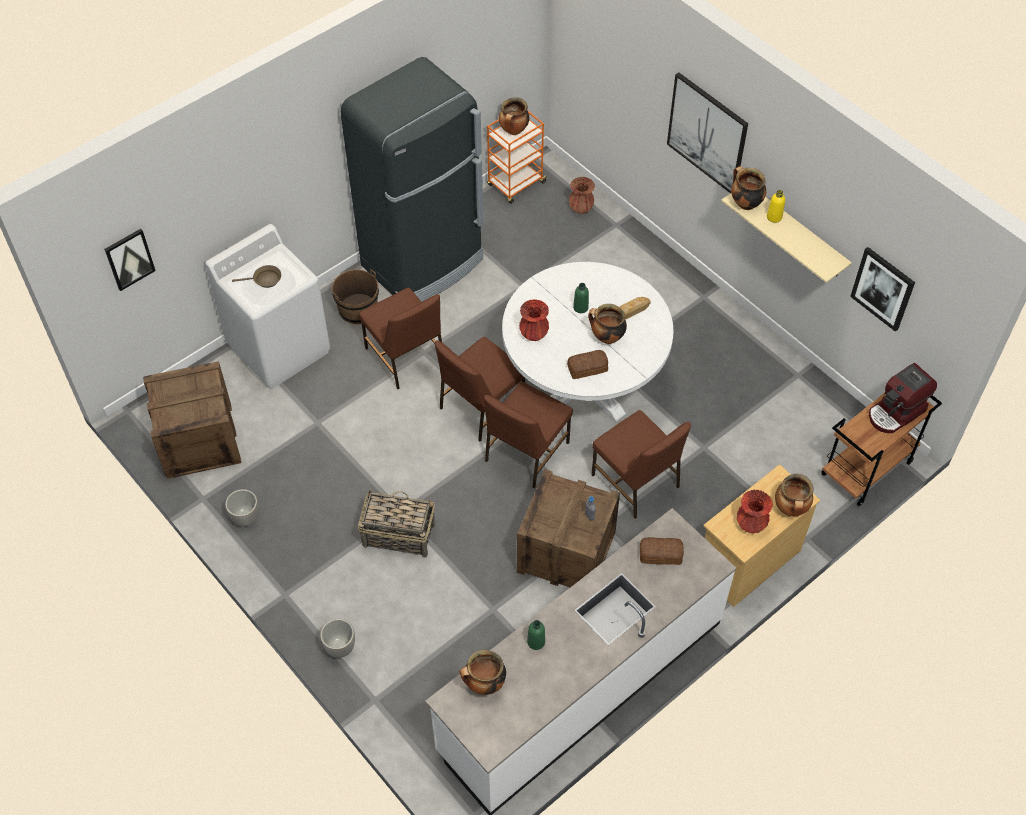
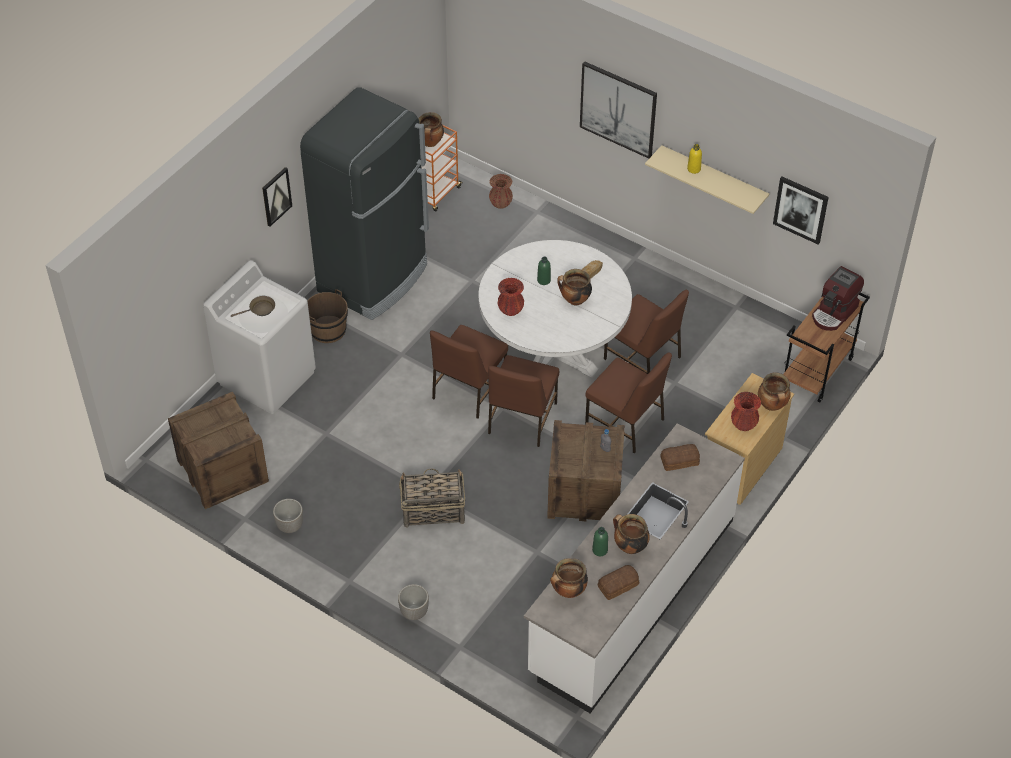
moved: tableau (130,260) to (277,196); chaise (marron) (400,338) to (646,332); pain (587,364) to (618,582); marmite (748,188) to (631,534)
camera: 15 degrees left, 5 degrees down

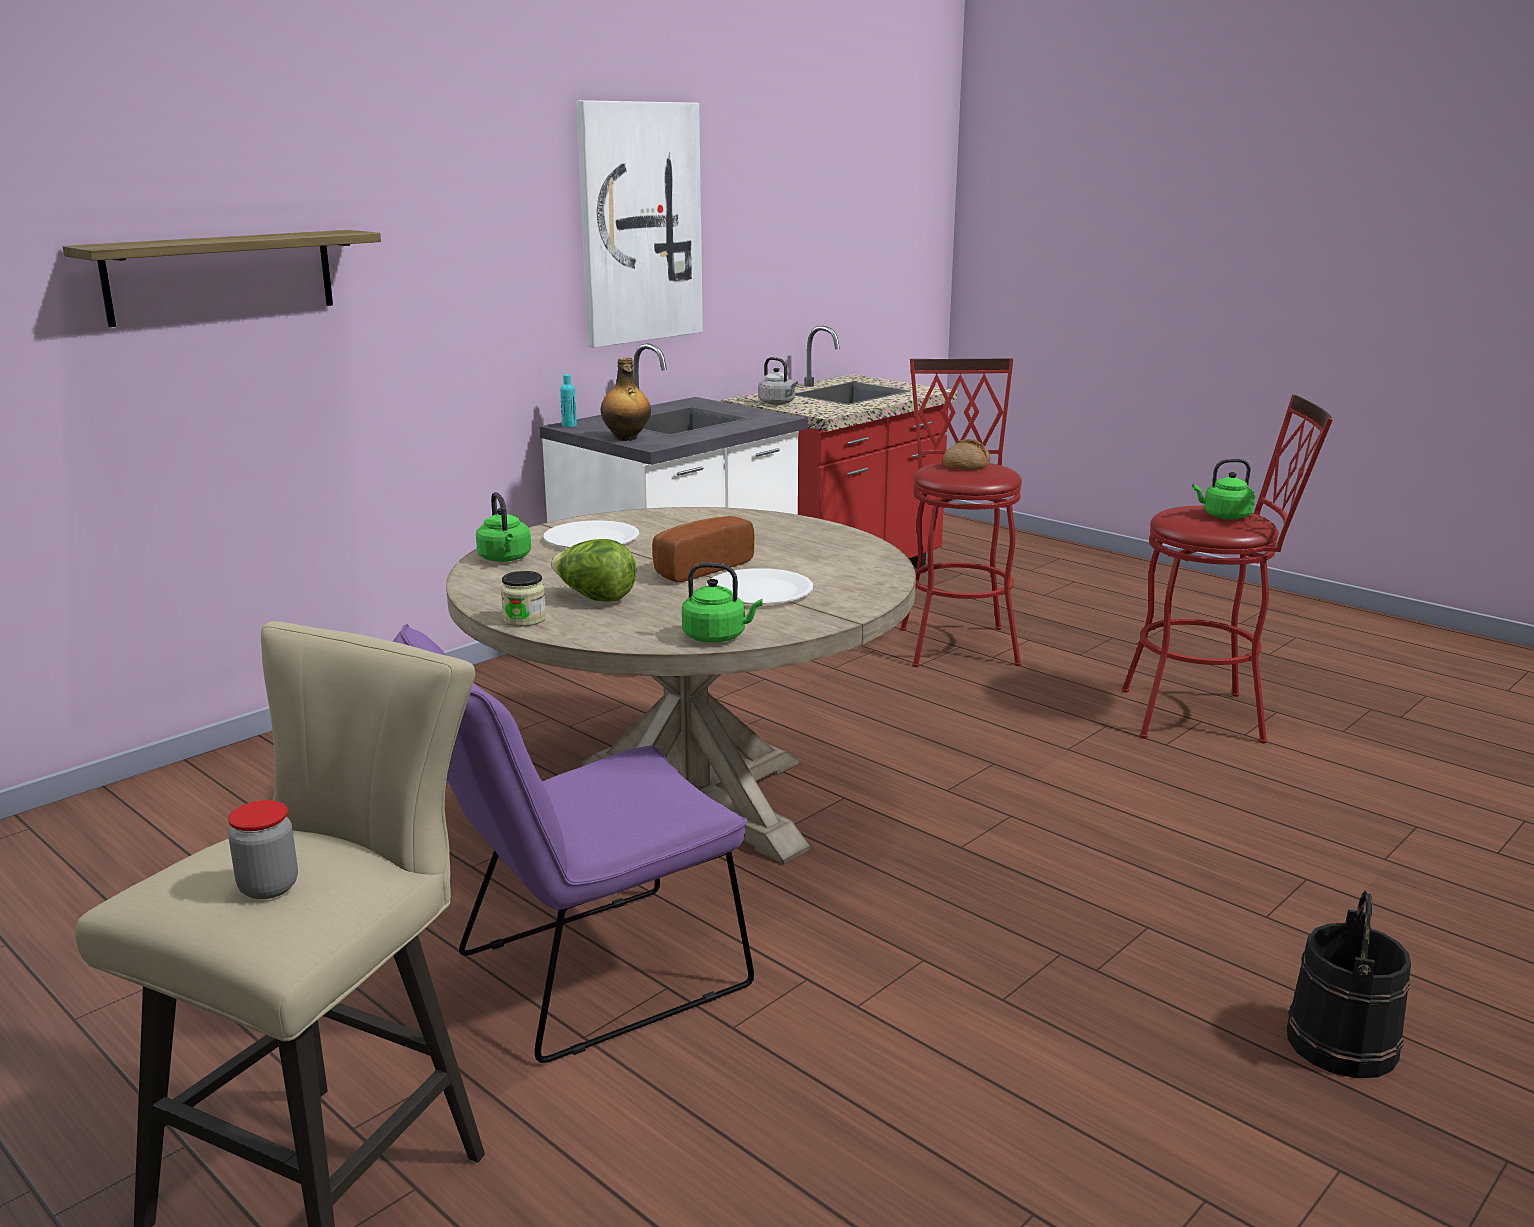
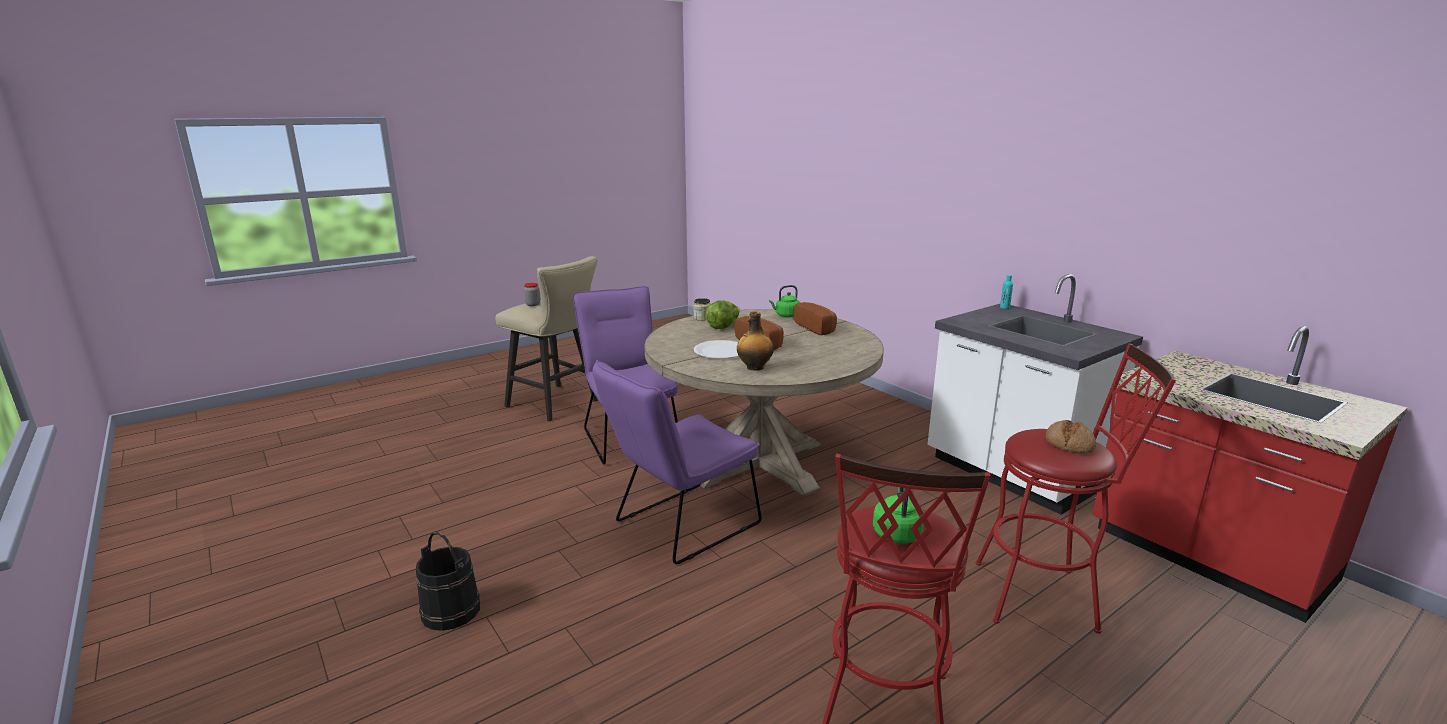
removed: étagère (222,278); tableau (640,224); bouilloire (vert) (722,602); bouilloire (gris) (778,381)
added: chaise (violet) (676,462)
moved: bouteille (626,399) to (755,341)
replaced: assiette (blanc) (591,534) to pain (815,318)
camera: 100 degrees right, 0 degrees up

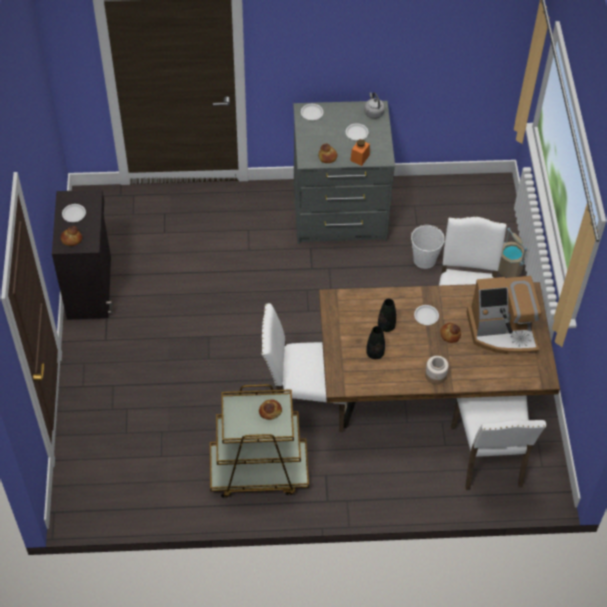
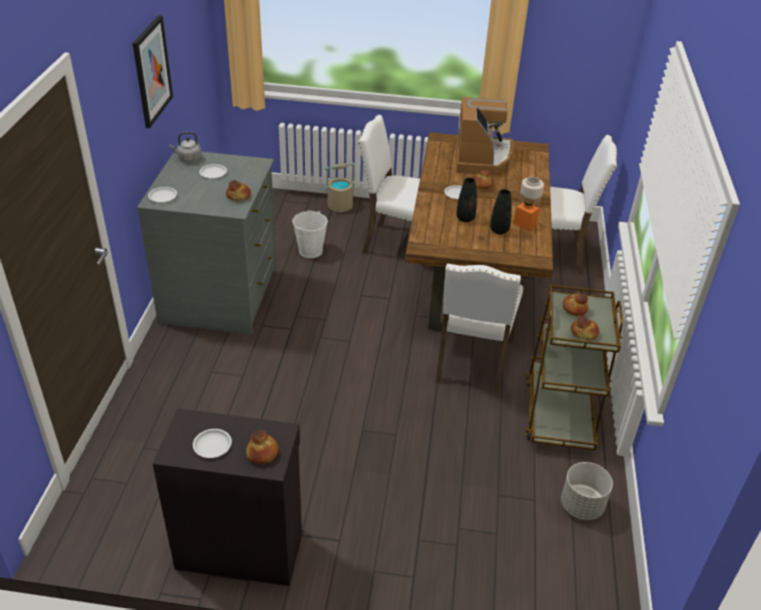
added: tableau (153,71); cache-pot (gris) (587,491); pain (585,328)
moved: bocal (orange) (360,152) to (526,215)
camera: 80 degrees left, 15 degrees down

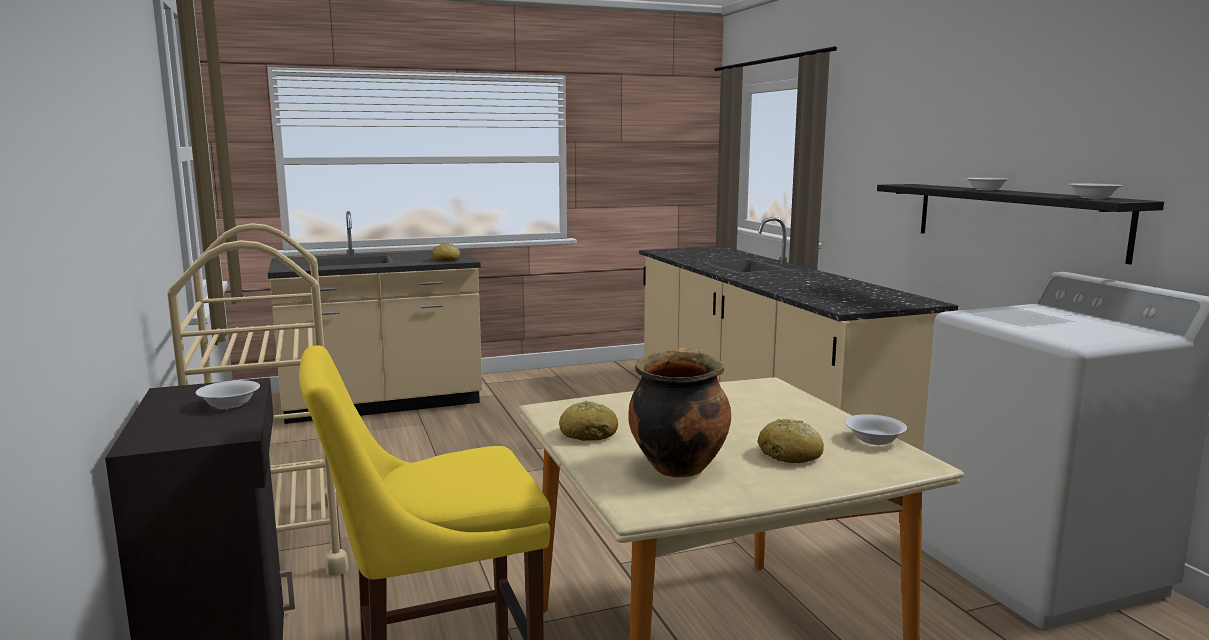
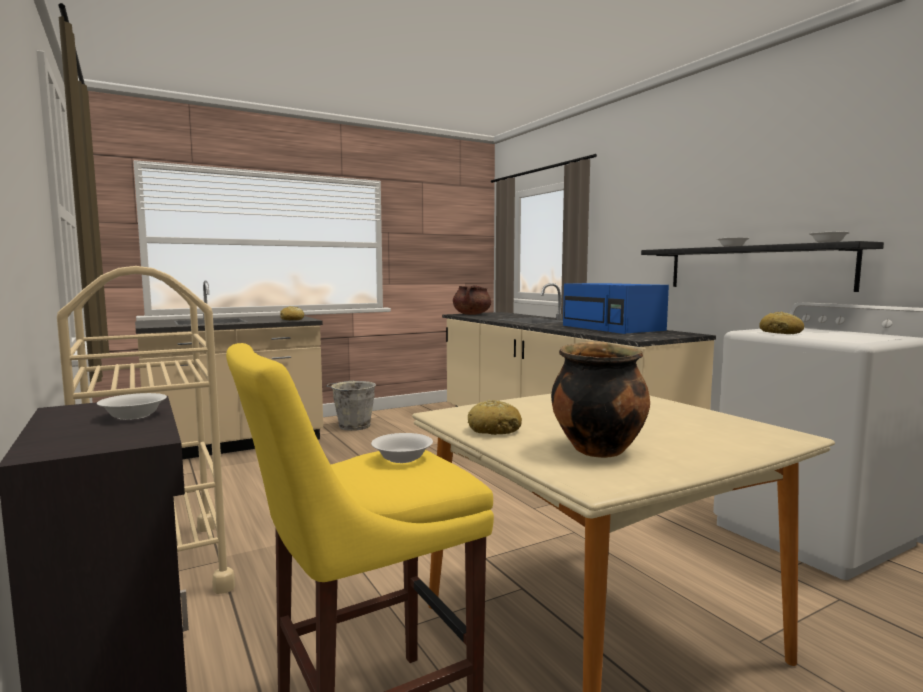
added: seau (gris) (351,406); marmite (marron) (472,300); micro-ondes (bleu) (616,308)
moved: pain (790,441) to (781,323); bol (blanc) (876,429) to (402,448)
camera: 10 degrees left, 5 degrees down

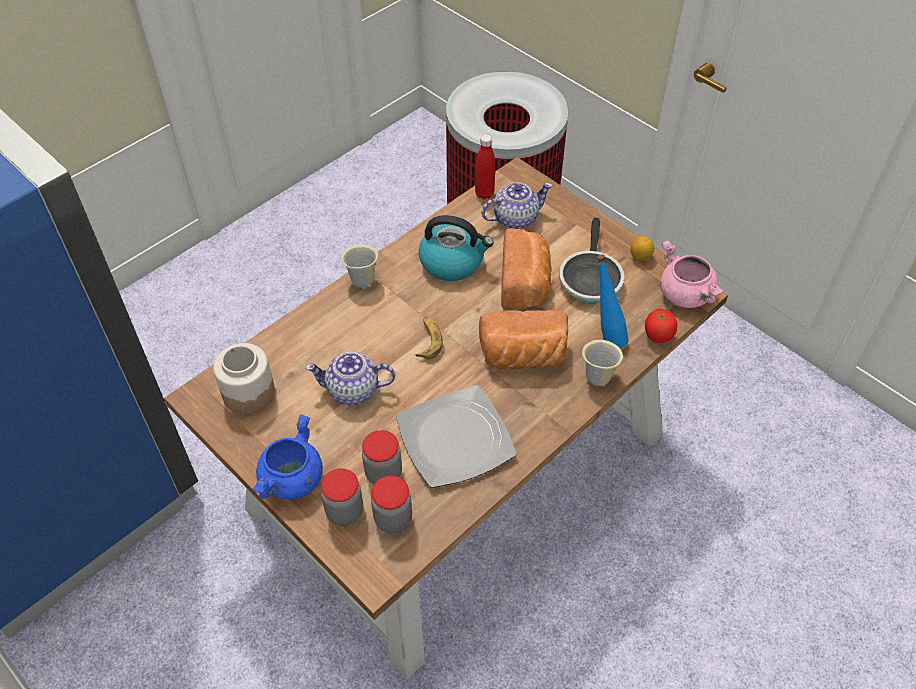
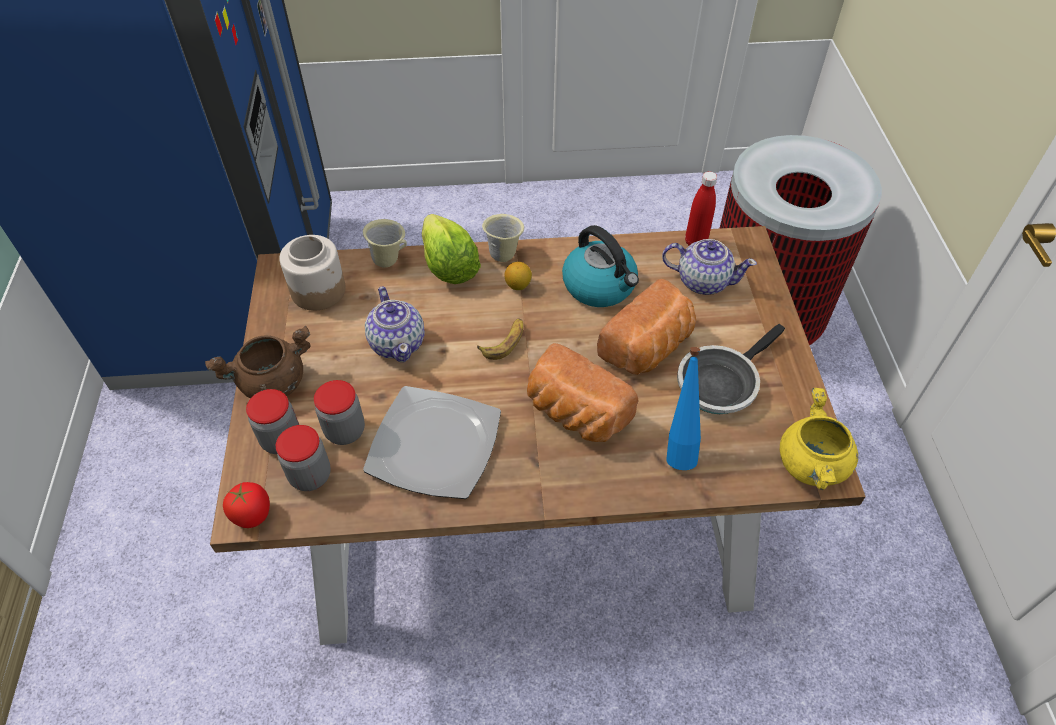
added: laitue (451,249)
moved: mug (beige) (602,363) to (385,243); citron (642,248) to (518,276); tomate (661,326) to (246,505)
recoloured: marmite (bleu) (287,456) to marmite (marron) (258,361); marmite (rose) (692,274) to marmite (jaune) (819,439)
turned: théière (350,378) = (395,324) 150 degrees counterclockwise
camera: 40 degrees right, 0 degrees up

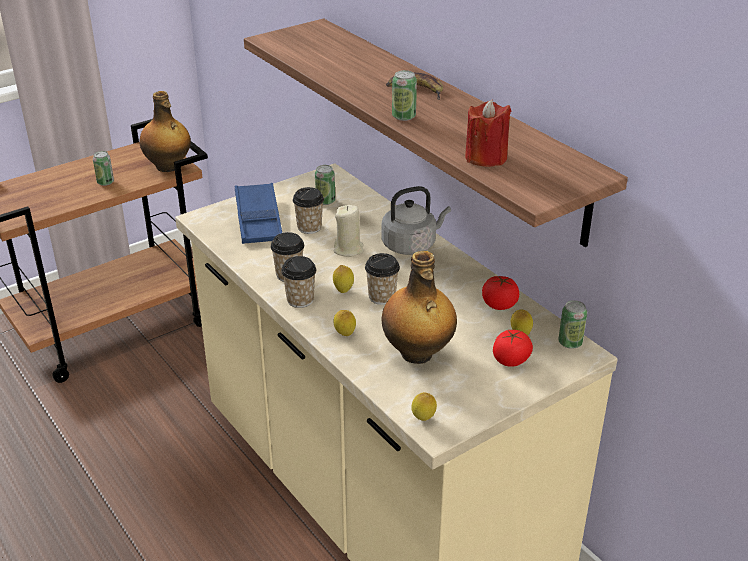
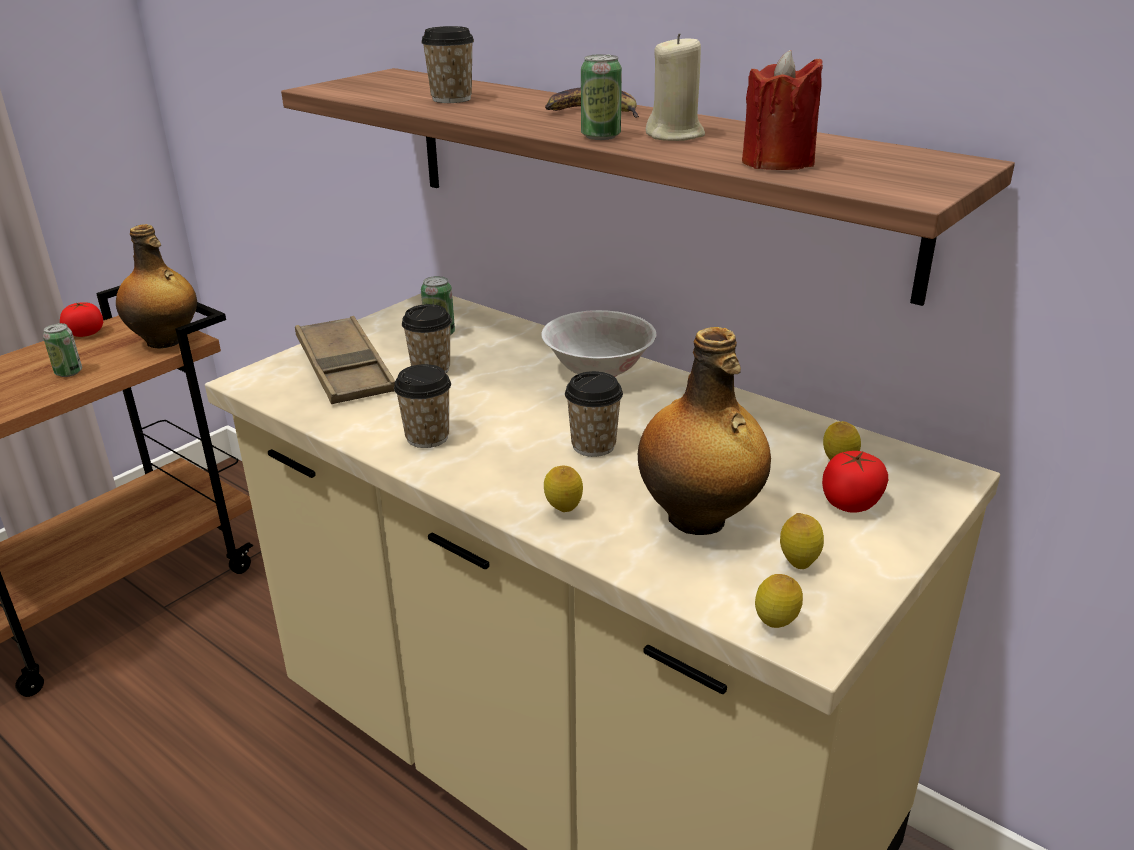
removed: boîte métallique (572,324)
moved: tasse (298,282) to (447,64); citron (343,279) to (802,541); bougie (beige) (349,231) to (675,87); tomate (500,293) to (81,319)
replaced: bouilloire (gris) (416,220) to bol (blanc) (598,343)
recoloured: plateau (bleu) (258,213) to plateau (marron) (345,360)
camera: 15 degrees left, 5 degrees down

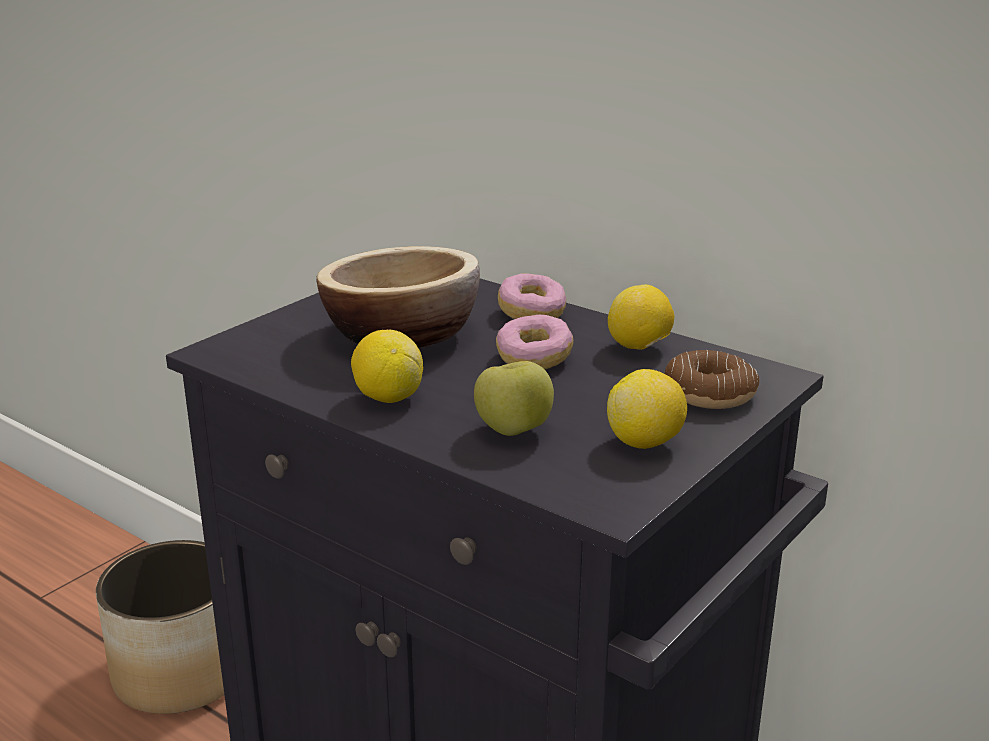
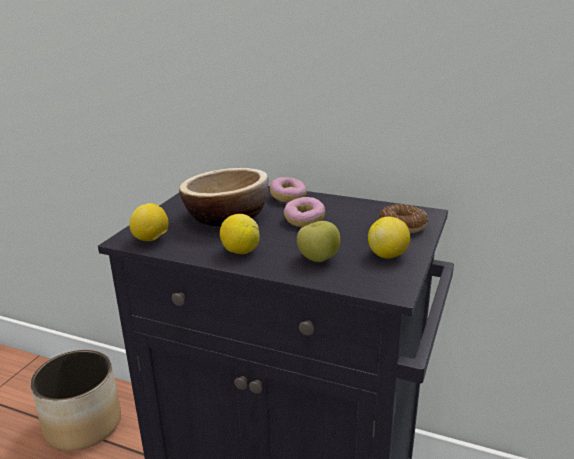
moved: citron (641,317) to (148,222)
camera: 15 degrees left, 0 degrees up

